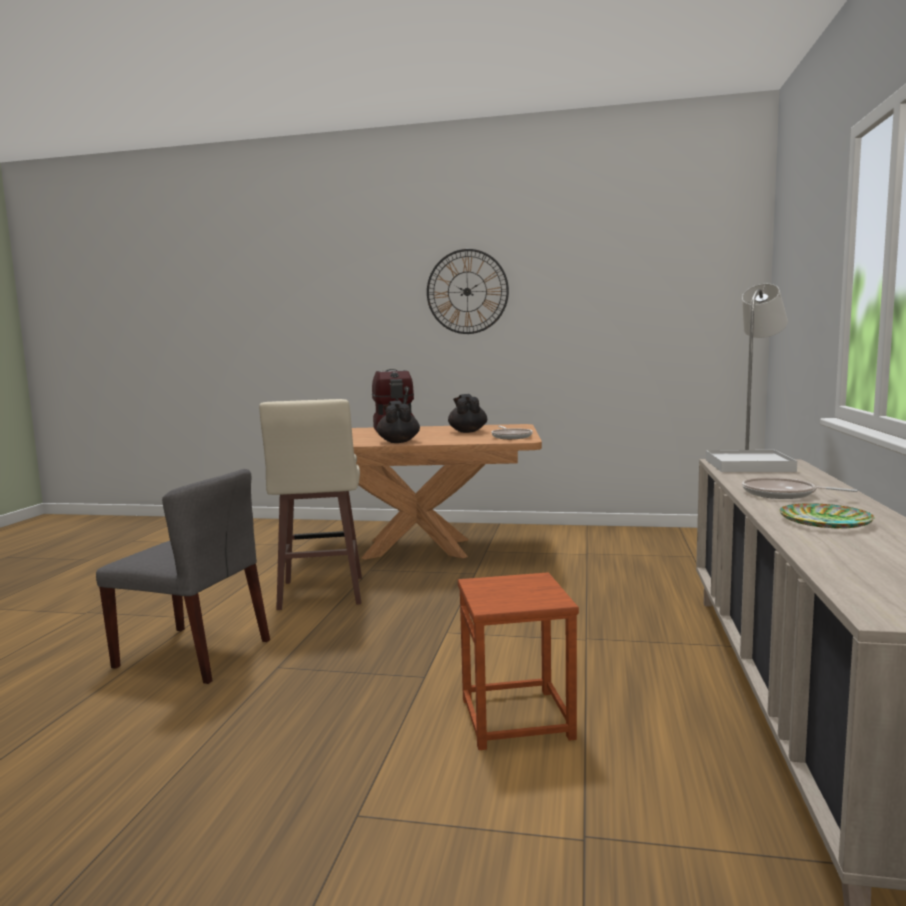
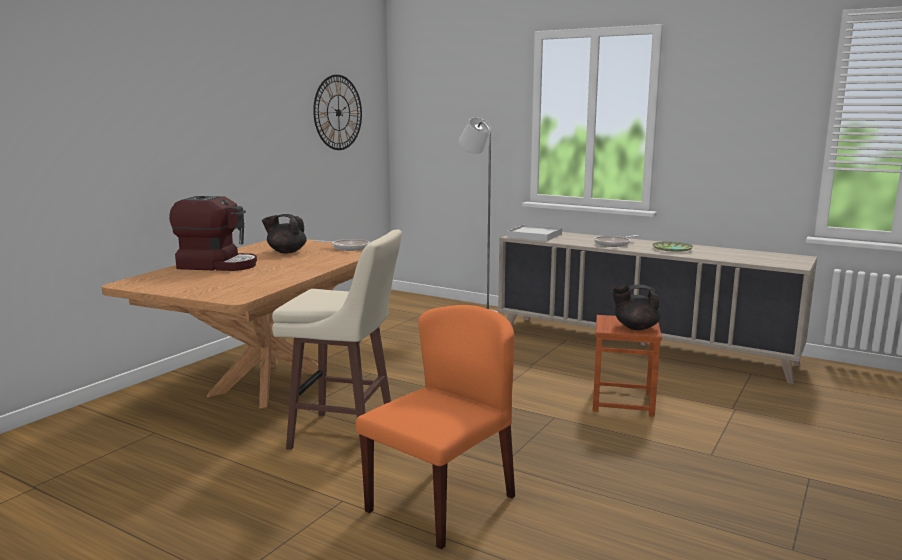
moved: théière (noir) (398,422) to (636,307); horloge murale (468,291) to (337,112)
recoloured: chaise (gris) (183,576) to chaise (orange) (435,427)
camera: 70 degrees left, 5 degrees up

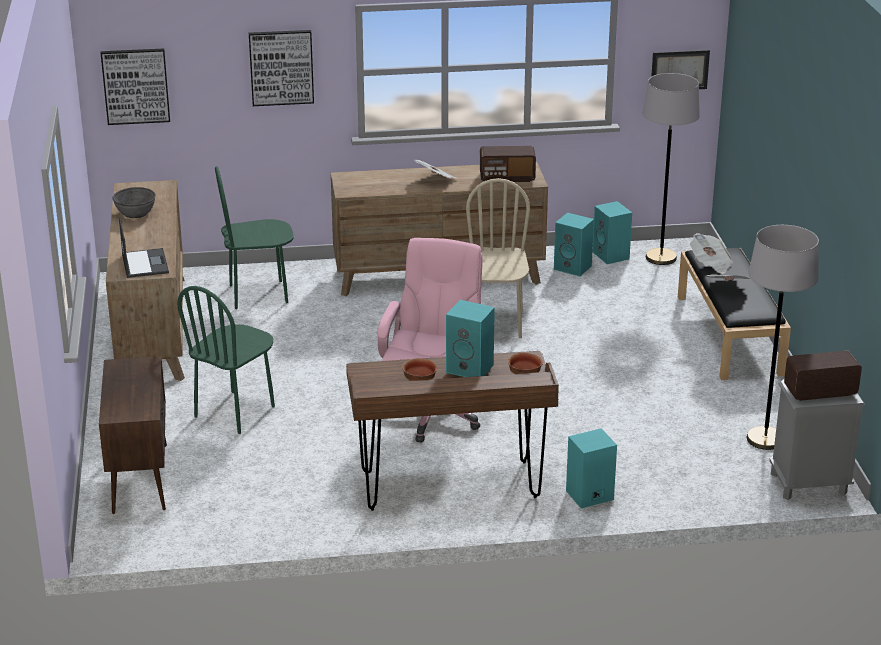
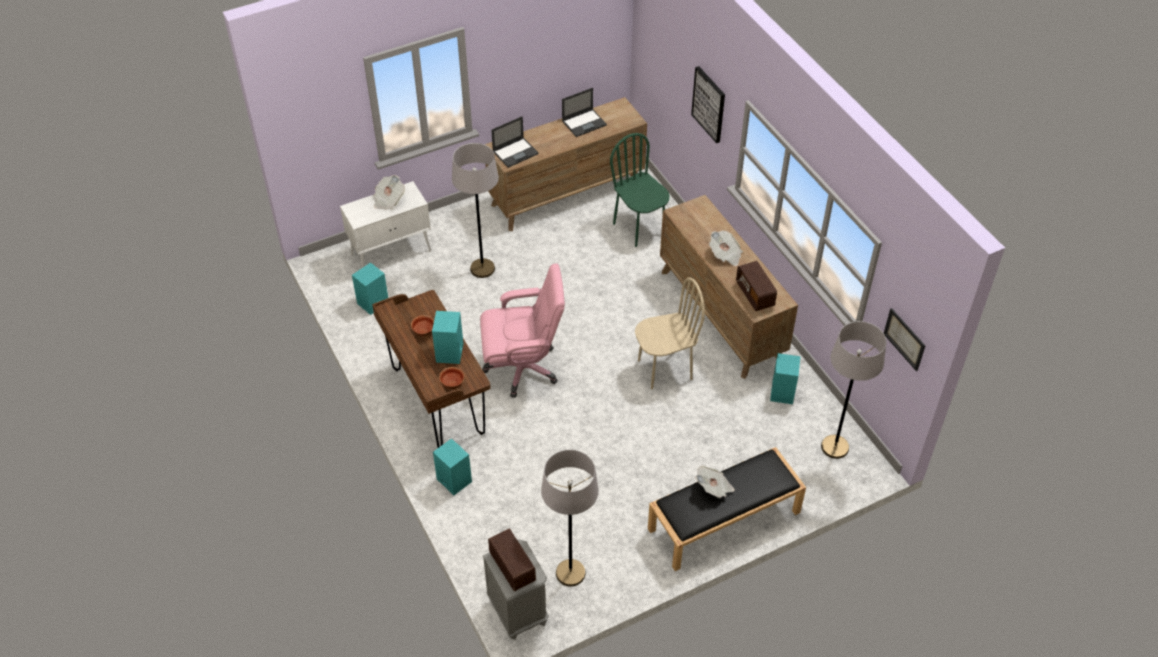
removed: tableau (135,86)
moved: enceinte (turquoise) (612,232) to (370,288); journal (711,253) to (389,192)
replaced: bol (gris) (134,202) to ordinateur portable (584,112); chaise (vert) (226,360) to lampadaire (gris) (475,210)
recoloured: meuble de rangement (marron) (133,435) to meuble de rangement (blanc) (385,224)
camera: 70 degrees right, 20 degrees up

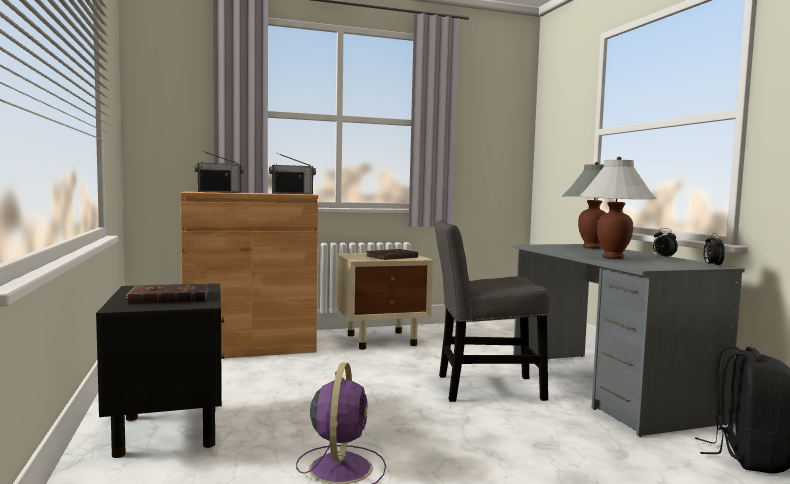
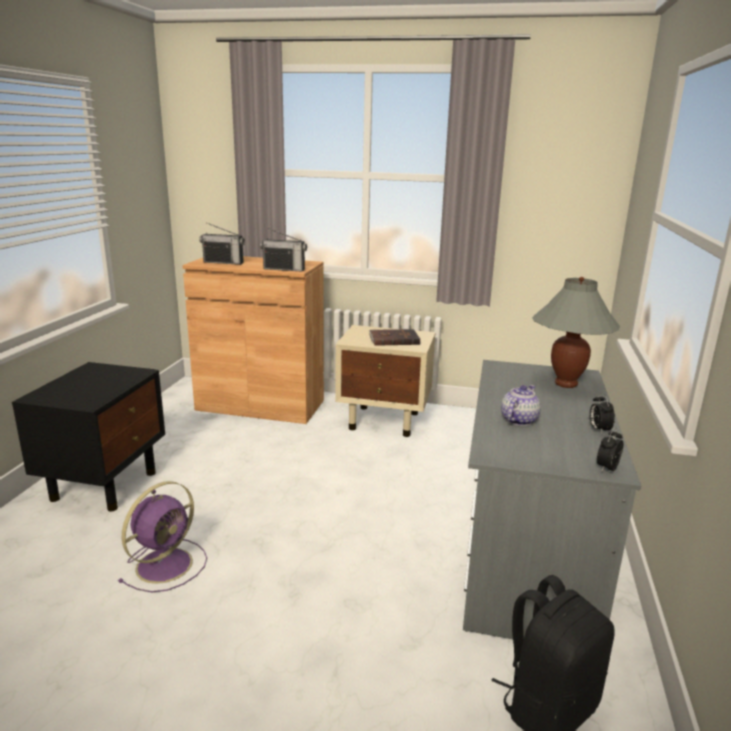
removed: livre (marron) (167,294); chaise (gris) (492,311)
replaced: lampe de table (blanc) (617,208) to théière (521,405)
camera: 30 degrees right, 15 degrees up

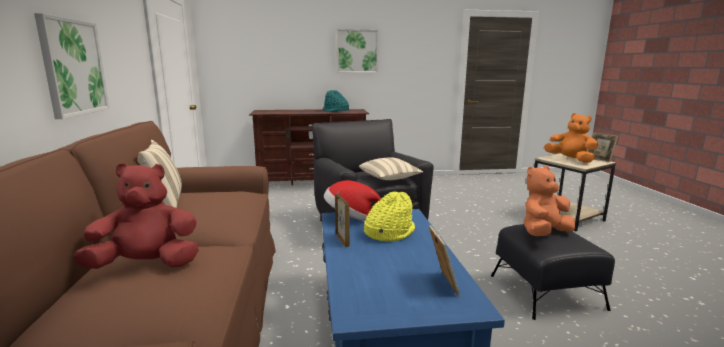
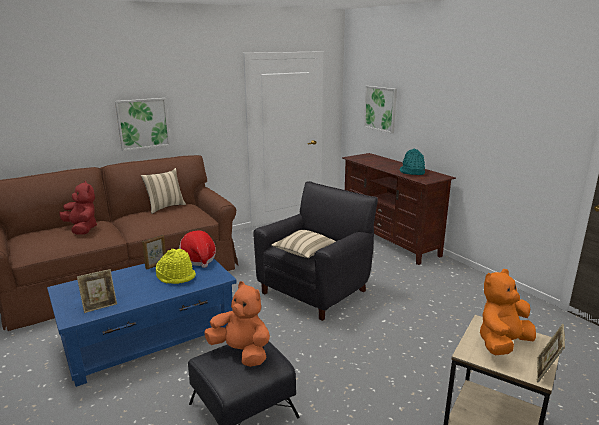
moved: tableau (358,51) to (380,109)
turned: peluche (orange) (571,138) = (508,312) 150 degrees counterclockwise
camera: 65 degrees right, 5 degrees up

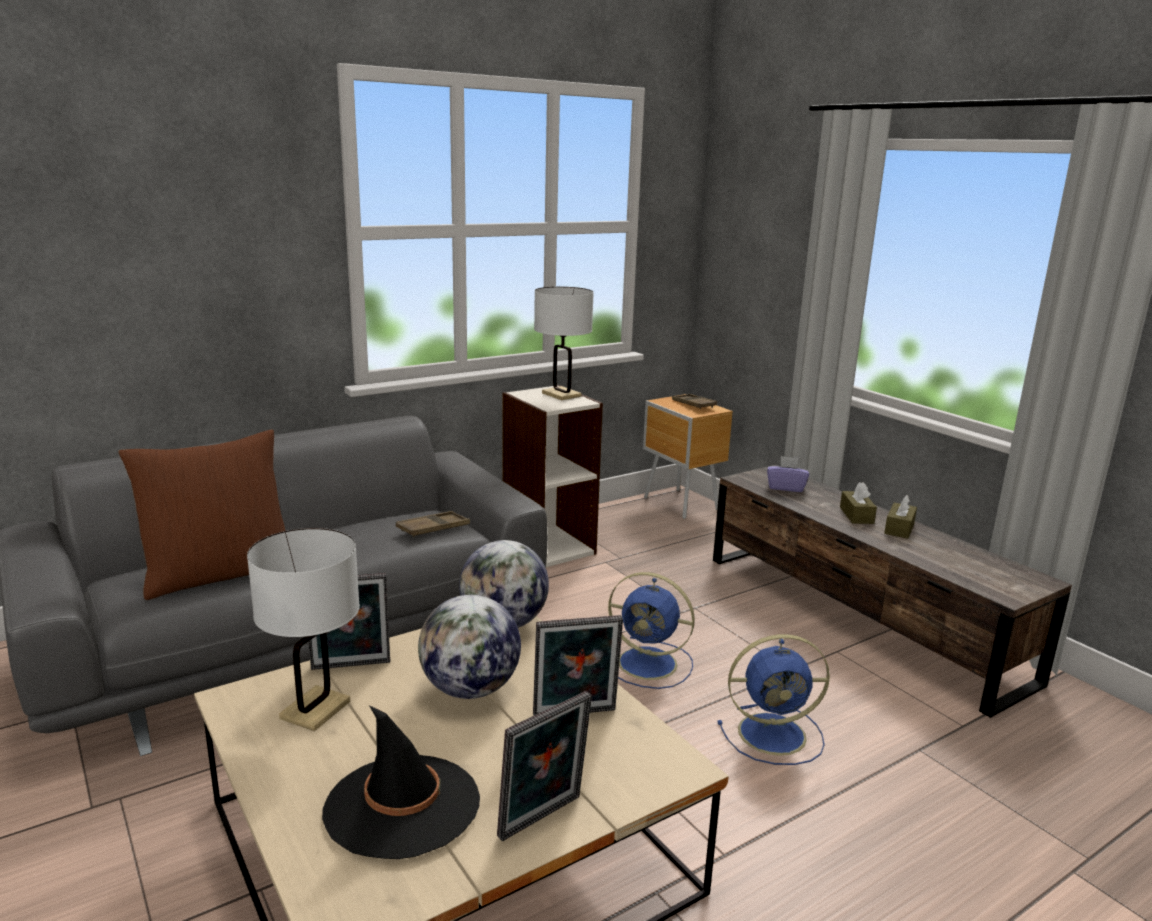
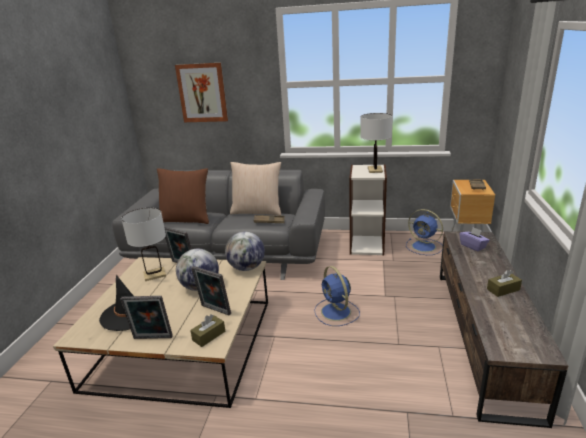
added: tableau (201,92); coussin (beige) (255,189)
moved: ventilateur (bleu) (773,699) to (424,232); boîte à mouchoirs (marron) (858,503) to (207,330)
camera: 45 degrees right, 5 degrees up

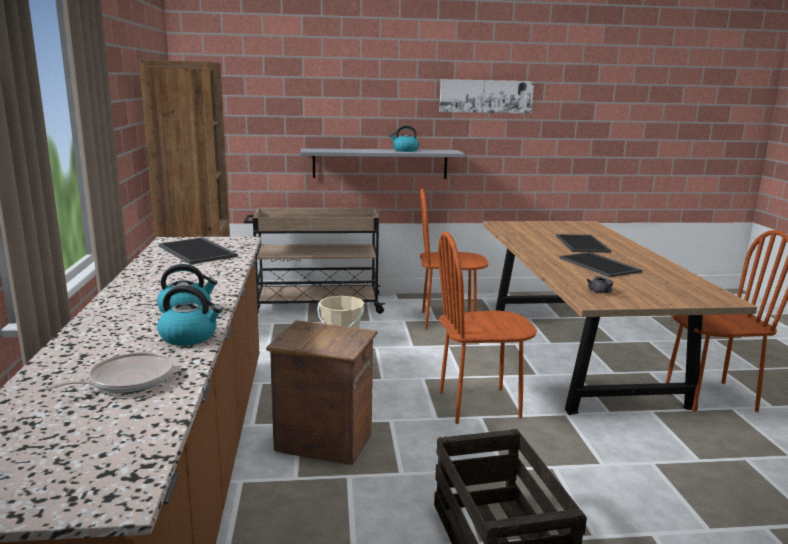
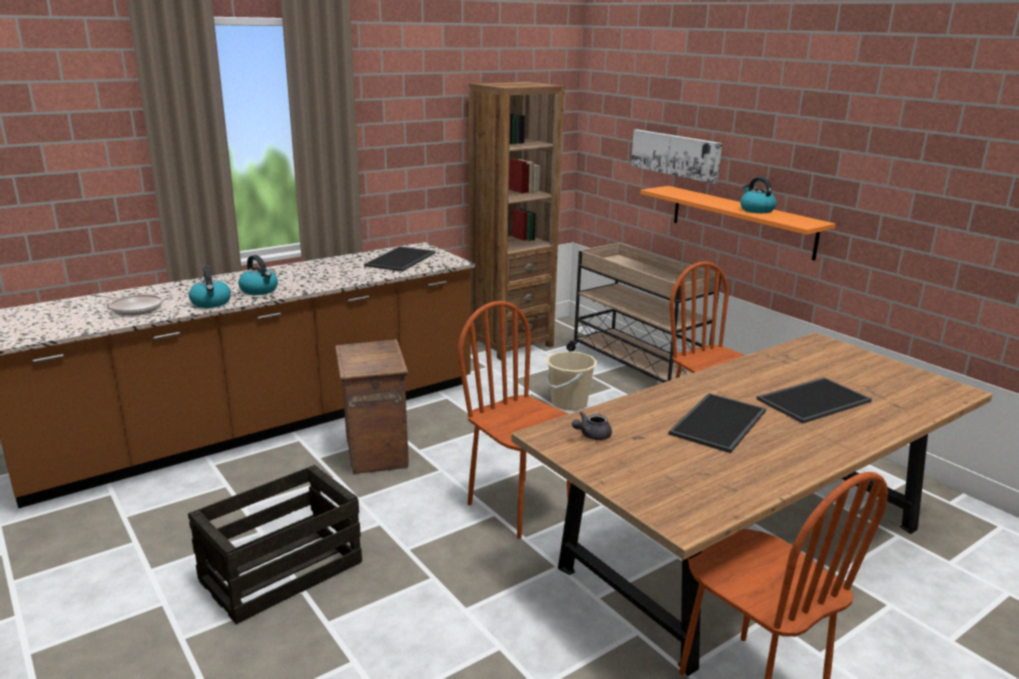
moved: tableau (486,96) to (676,156)
recoloured: étagère (gris) (382,163) to étagère (orange) (738,223)
camera: 60 degrees right, 5 degrees up

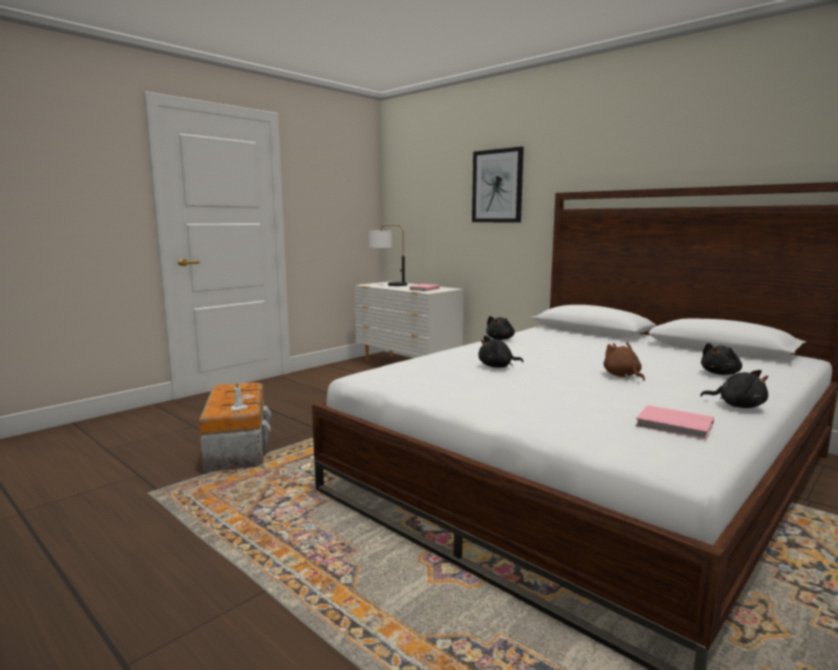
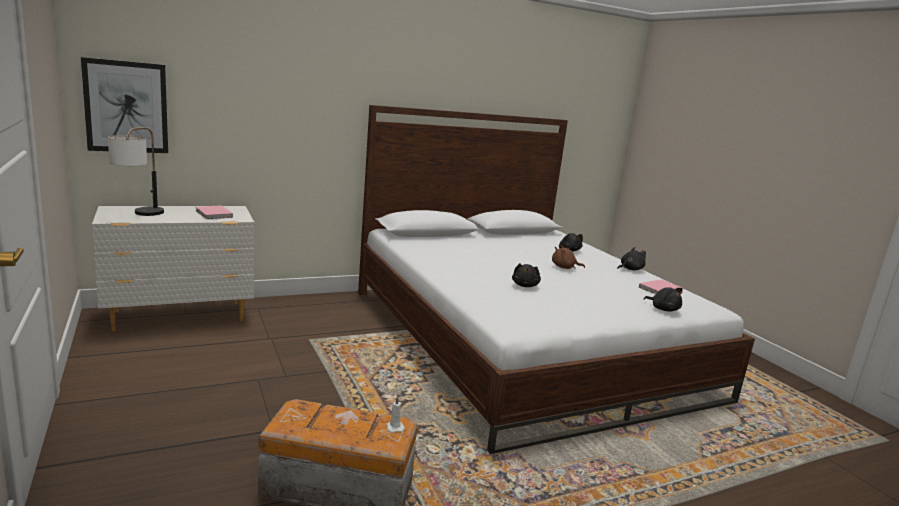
moved: tableau (498,184) to (124,105); peluche (noir) (500,328) to (663,299)
camera: 70 degrees left, 5 degrees up

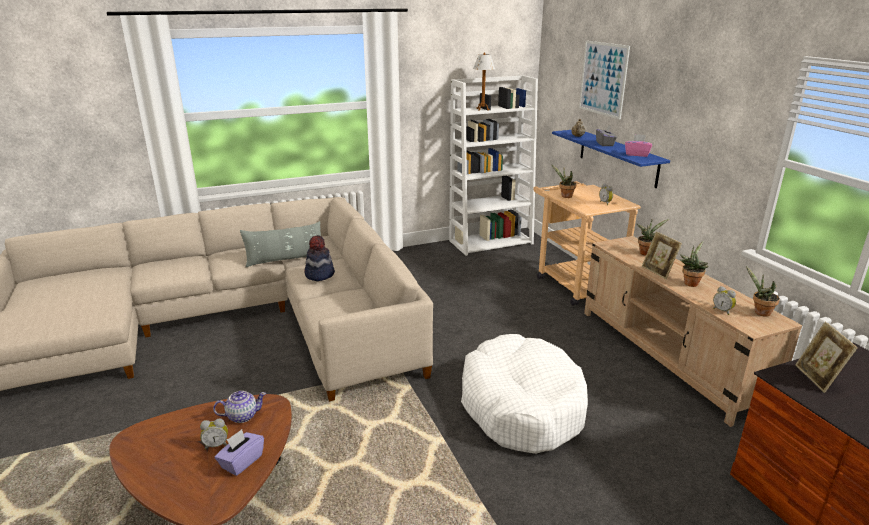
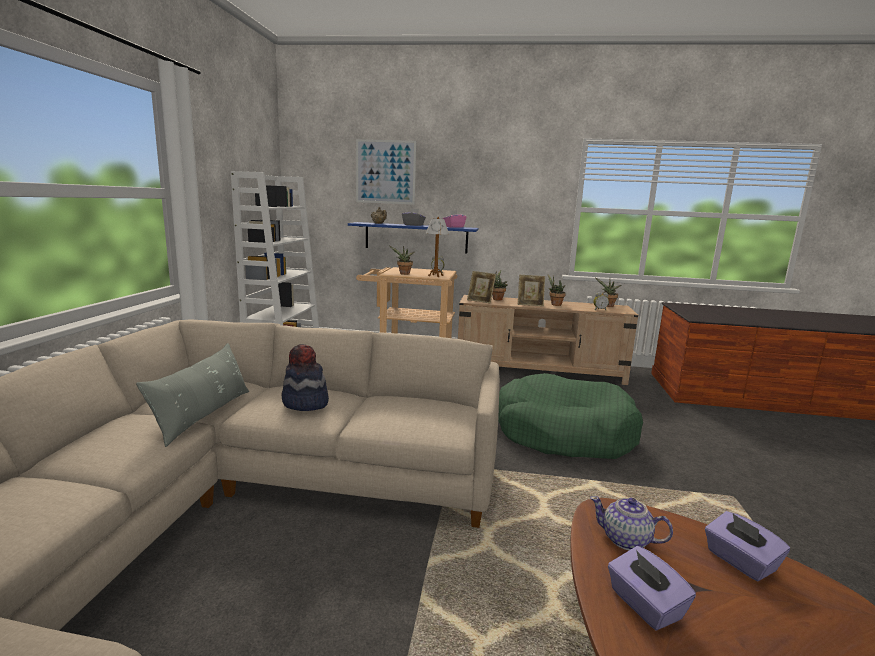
removed: réveil (214,434)
added: boîte à mouchoirs (violet) (652,588)
moved: lampe de table (484,82) to (437,247); cadre photo (826,357) to (481,287)
recoloured: panier pour chien (blanc) (524,394) to panier pour chien (vert) (570,416)
turned: théière (239,407) = (631,523) 75 degrees counterclockwise
camera: 60 degrees left, 10 degrees down

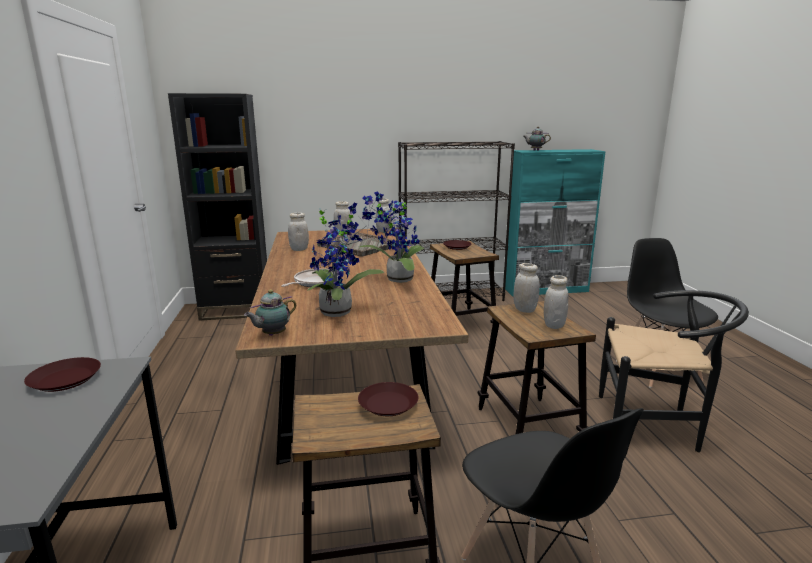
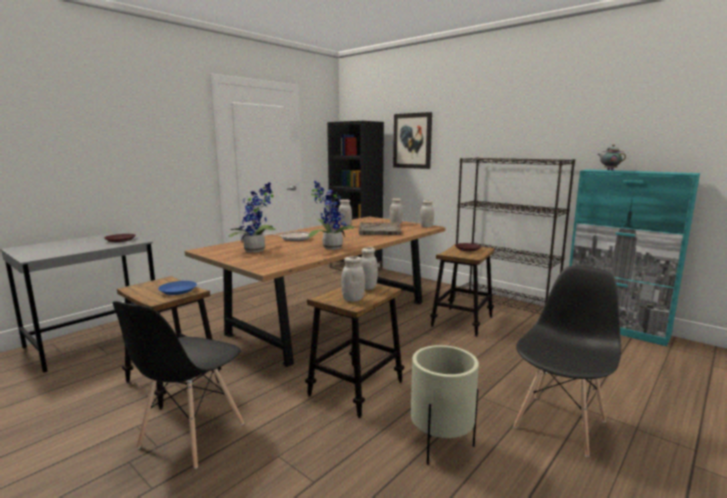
removed: théière (270,313)
added: tableau (412,140)
replaced: chaise (noir) (674,371) to cache-pot (beige) (445,405)
recoloured: assiette (marron) (388,399) to assiette (bleu) (177,288)
camera: 50 degrees right, 5 degrees down

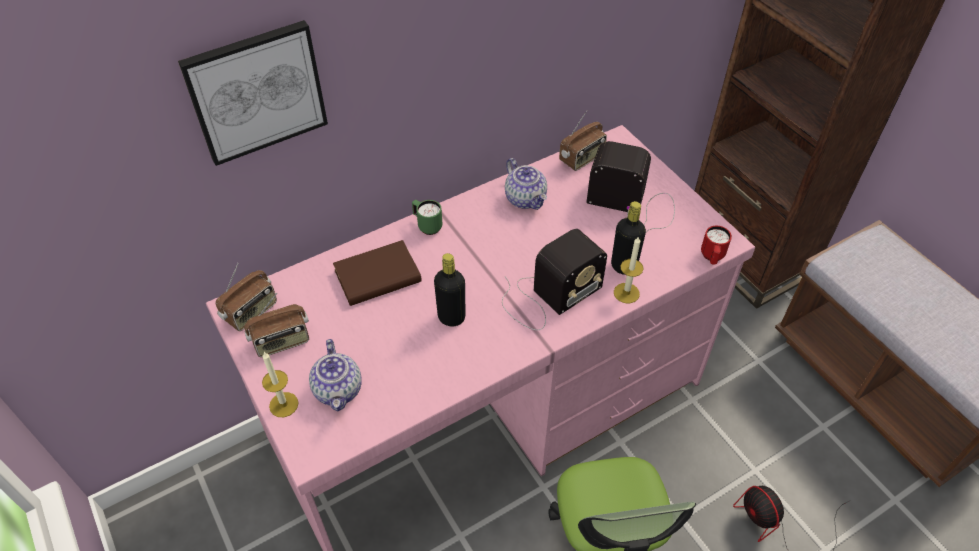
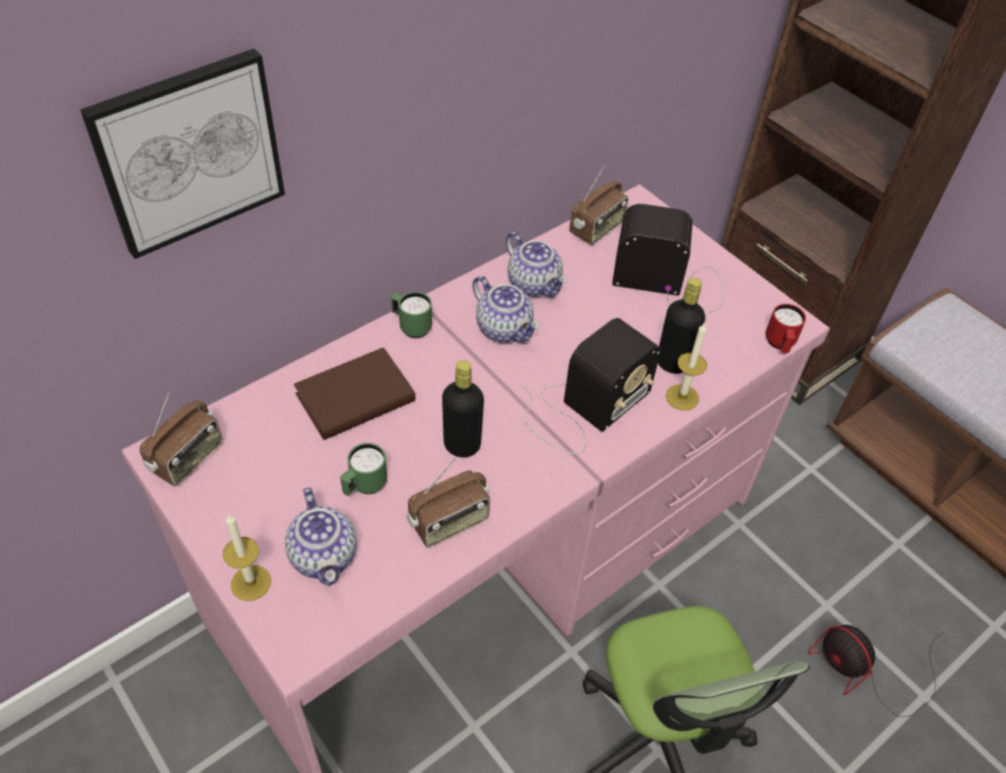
added: mug (vert) (363,469); théière (506,309)
moved: radio (276,325) to (448,502)
camera: 10 degrees left, 0 degrees up

